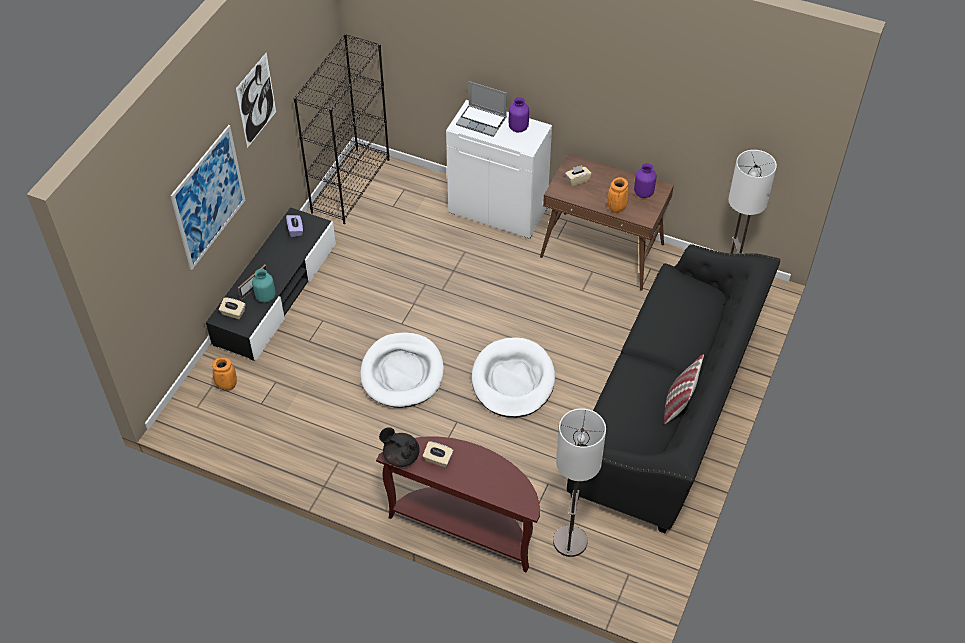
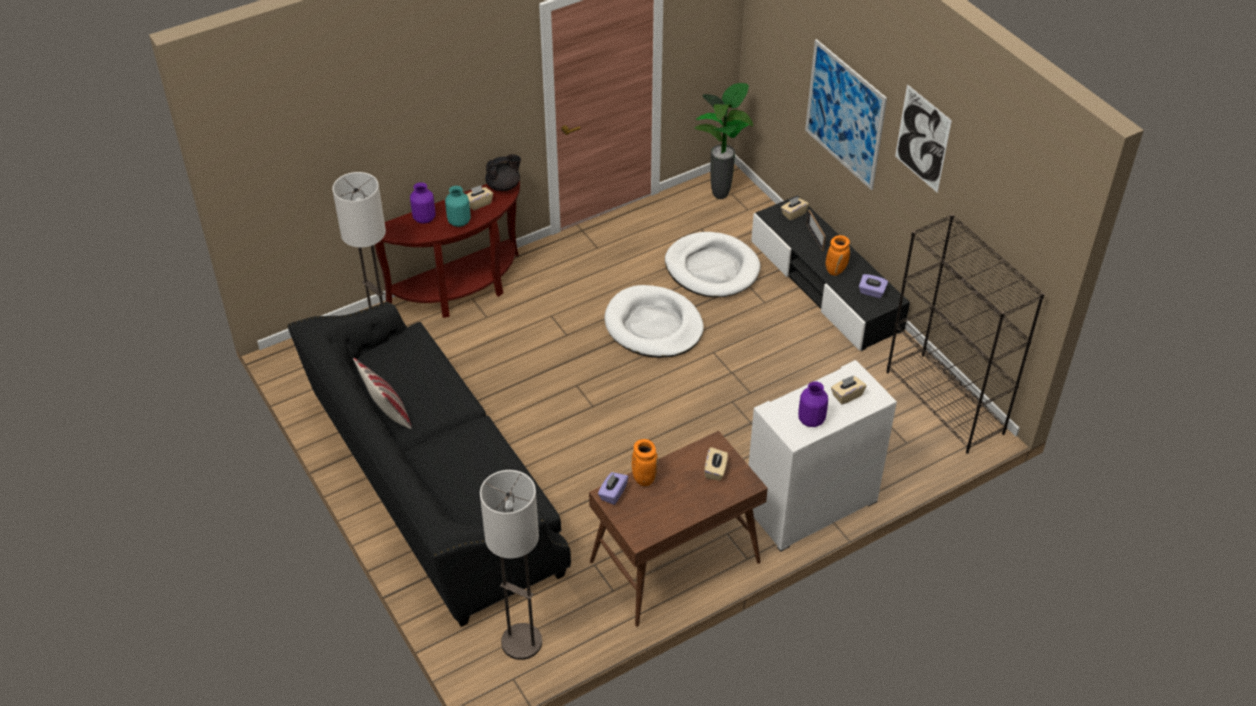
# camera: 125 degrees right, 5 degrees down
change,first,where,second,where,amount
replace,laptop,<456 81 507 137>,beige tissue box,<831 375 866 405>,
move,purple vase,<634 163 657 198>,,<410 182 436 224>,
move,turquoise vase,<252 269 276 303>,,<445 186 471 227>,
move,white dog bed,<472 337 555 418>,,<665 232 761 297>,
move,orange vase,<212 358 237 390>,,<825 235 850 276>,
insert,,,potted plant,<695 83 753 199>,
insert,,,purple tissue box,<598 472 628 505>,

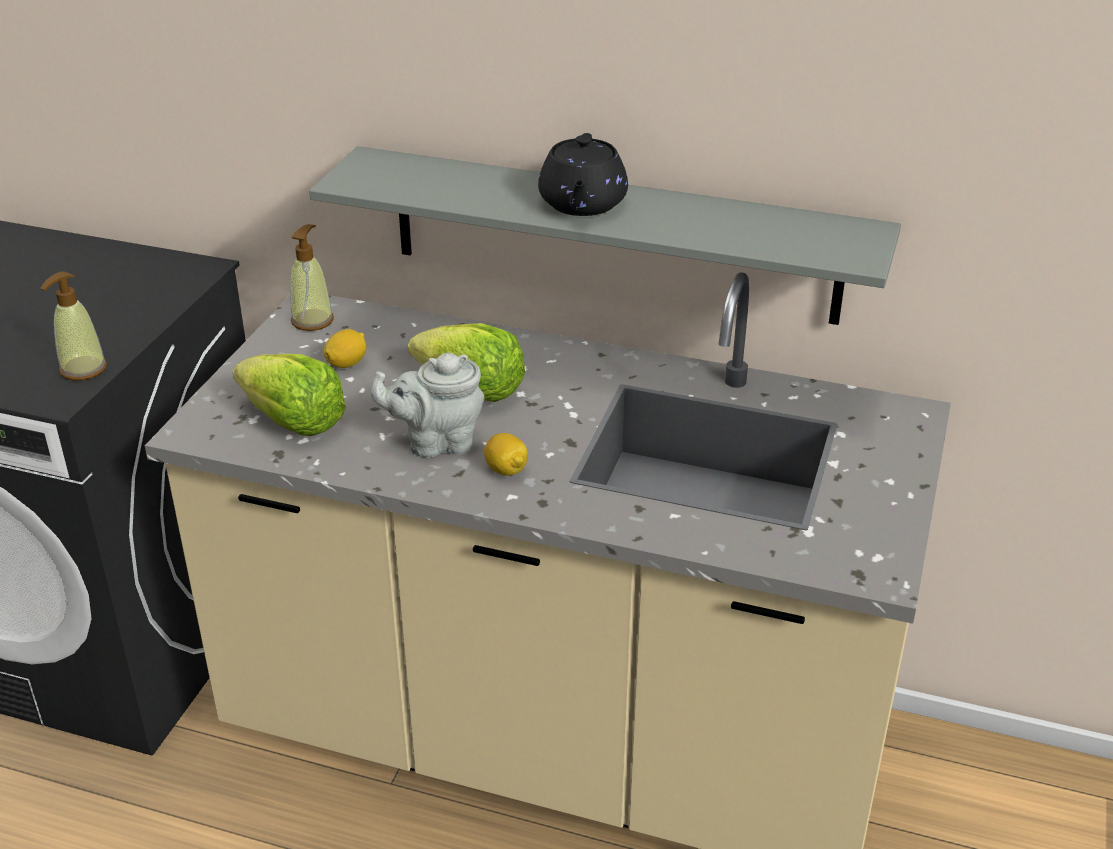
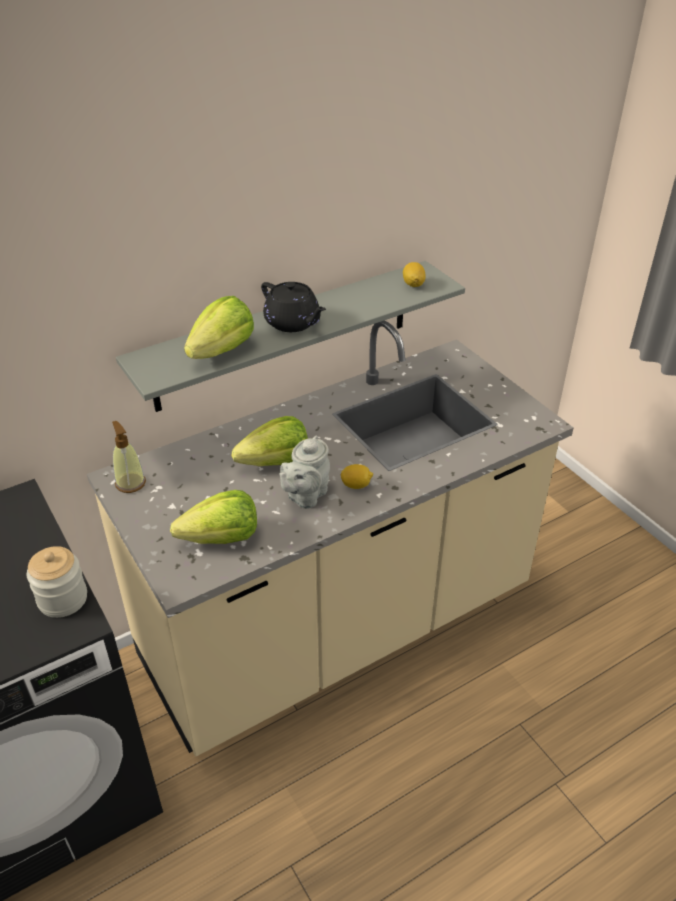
# camera: 50 degrees left, 5 degrees up
change,first,where,second,where,amount
replace,soap dispenser,<40 271 107 381>,jar,<27 546 87 618>,
move,lemon,<324 329 367 368>,,<403 262 426 287>,
insert,,,lettuce,<184 296 254 359>,

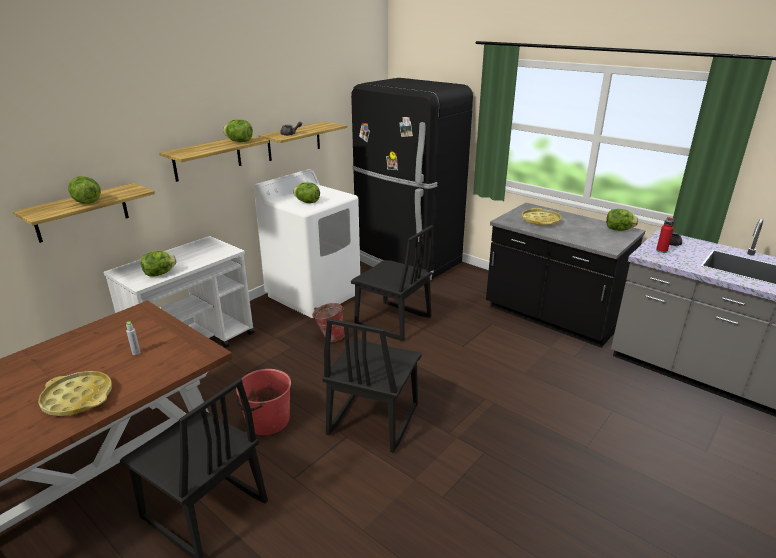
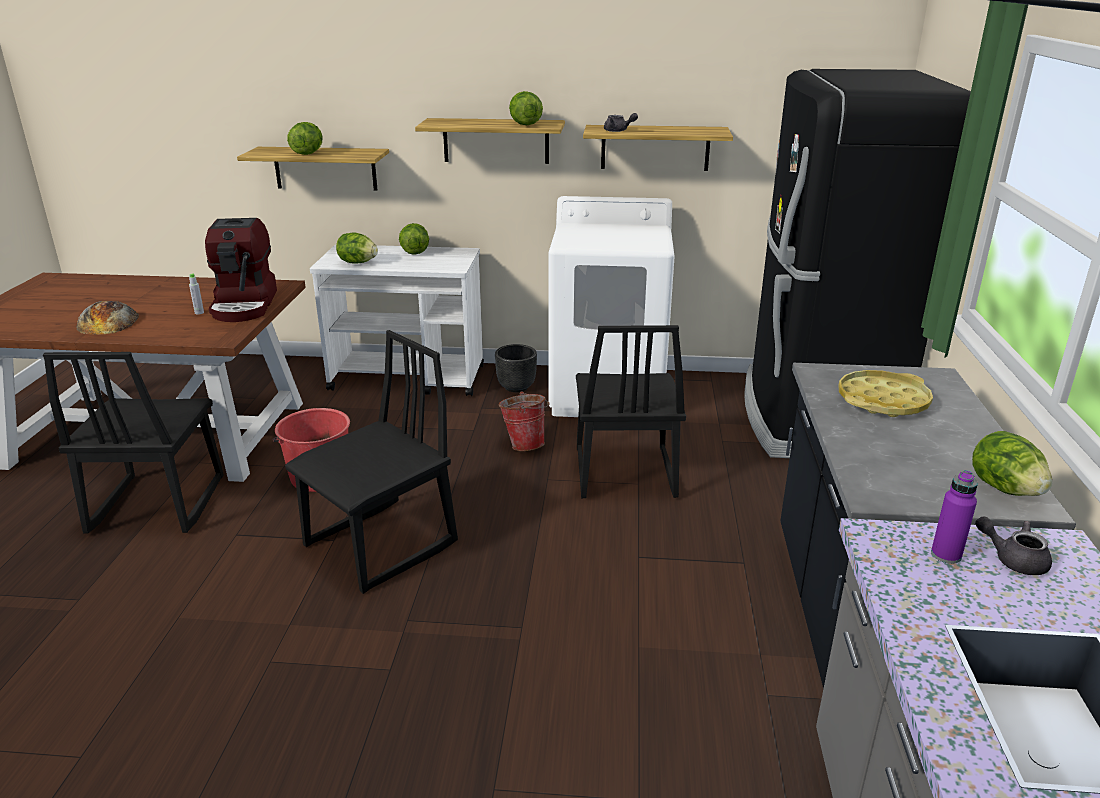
# camera: 55 degrees right, 0 degrees up
change,first,where,second,where,amount
move,lettuce,<293 182 320 203>,,<399 223 429 255>,
recolor,red bottle,<656 217 674 253>,purple bottle,<931 470 978 564>,
rotate,black chair,<322 318 422 453>,,<285 330 458 594>,150 degrees clockwise
replace,yellow tray,<38 371 112 416>,bread,<76 301 139 335>,
insert,,,coffee machine,<205 218 277 322>,
insert,,,black planter,<495 344 537 392>,

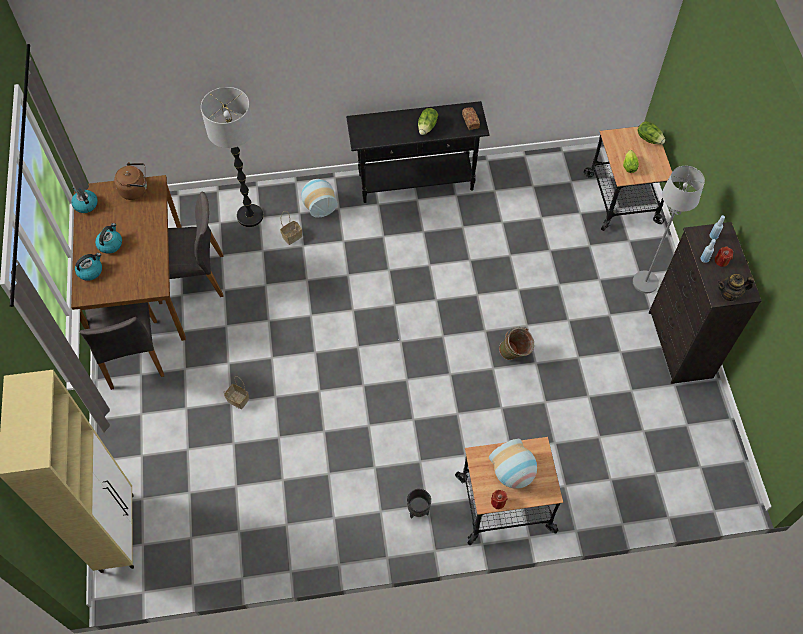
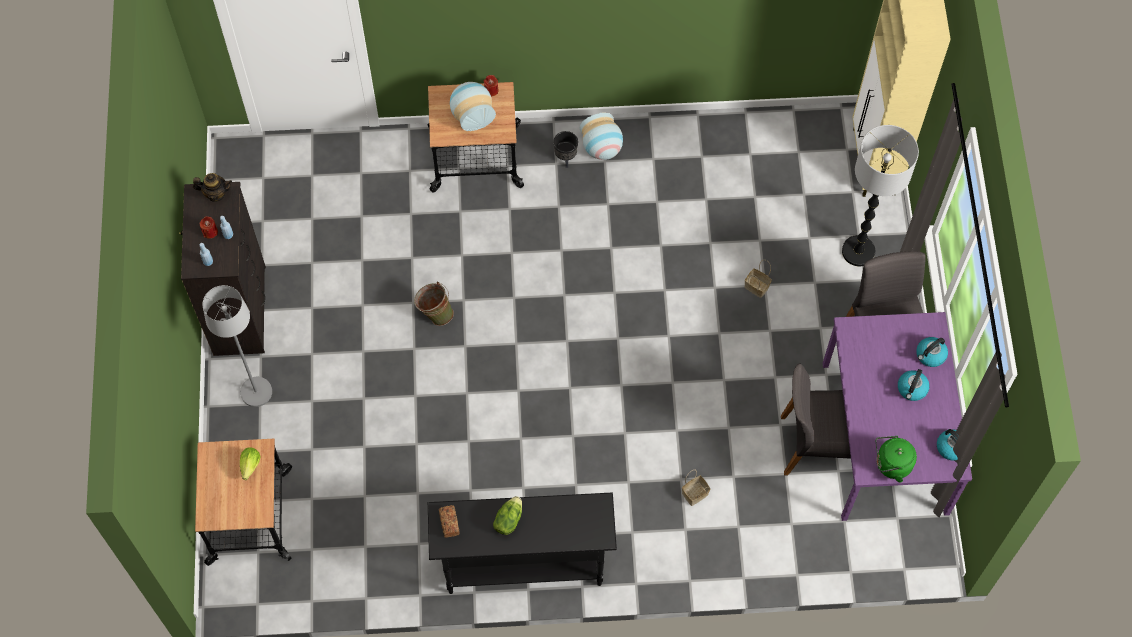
# camera: 175 degrees left, 5 degrees up
change,first,where,second,where,amount
move,floor lamp,<201 87 263 227>,,<842 125 919 266>,
delete,lettuce,<637 121 665 145>,,,
recolor,brown kettle,<114 162 147 200>,green kettle,<876 436 917 482>,
recolor,brown dining table,<71 175 186 341>,purple dining table,<823 312 972 521>,
move,vase,<301 179 338 218>,,<580 113 623 160>,

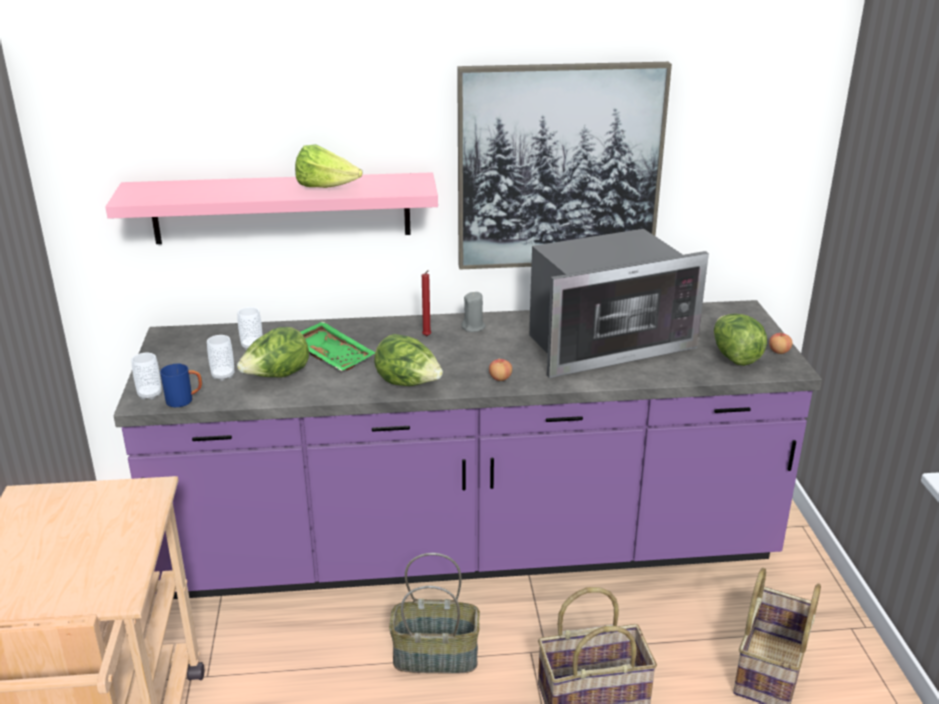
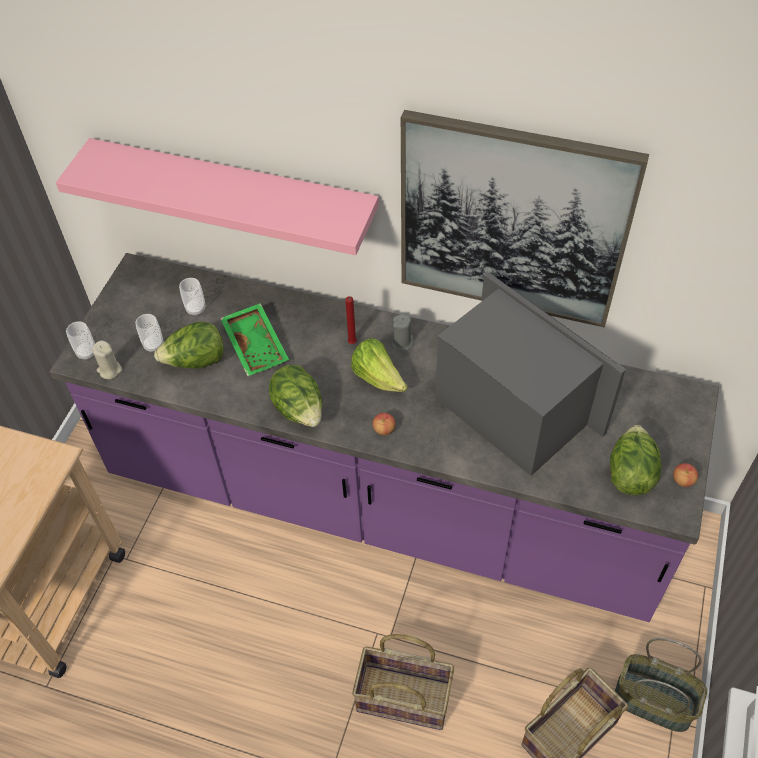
# camera: 25 degrees right, 25 degrees up
change,first,where,second,where,amount
move,lettuce,<295 144 362 188>,,<351 338 408 392>,
rotate,microwave,<529 229 709 378>,,<435 272 626 476>,135 degrees counterclockwise
replace,blue mug,<160 364 202 407>,beige candle,<92 340 122 379>,
move,basket,<389 553 480 674>,,<615 638 707 732>,

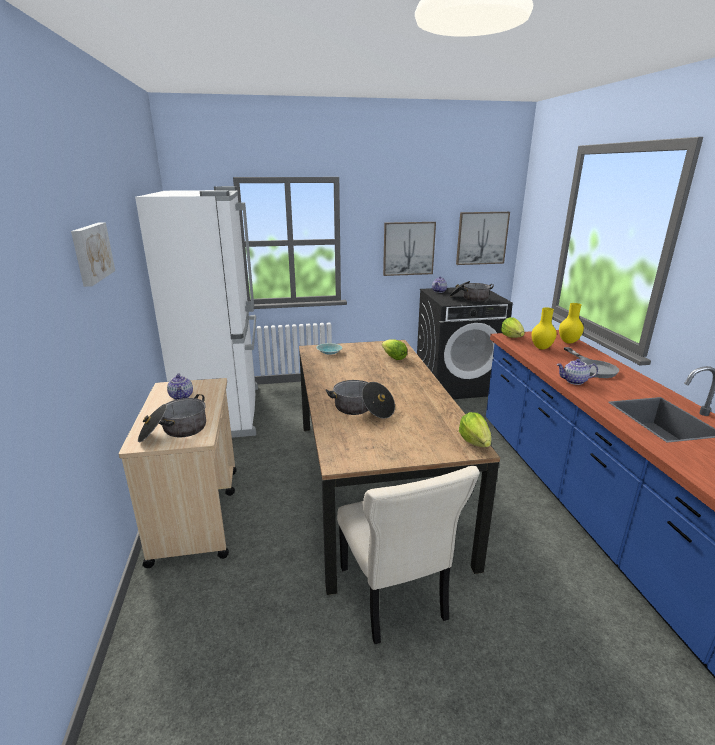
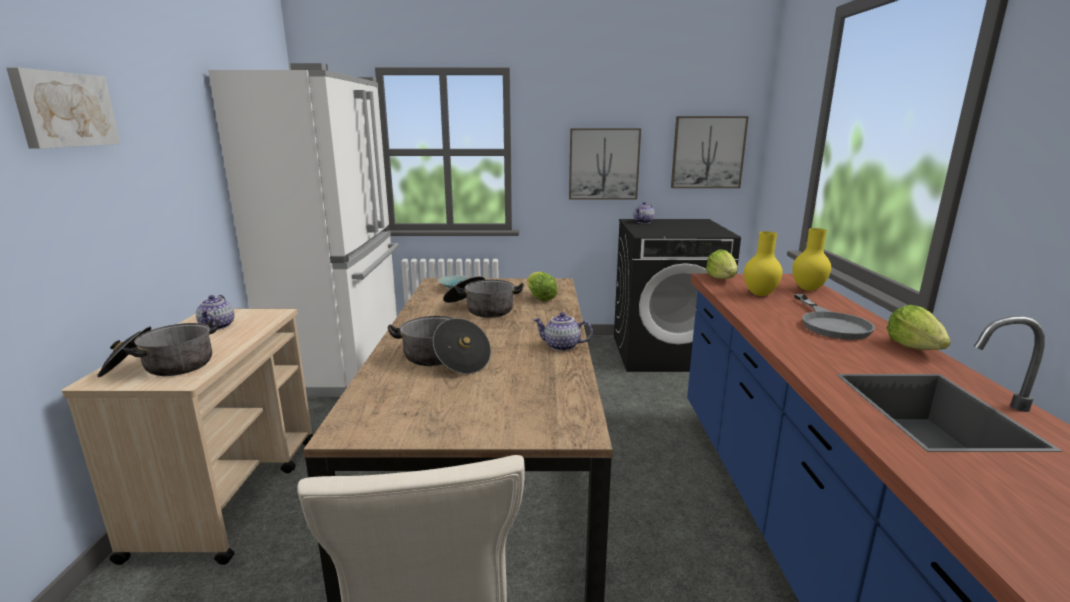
# camera: 10 degrees right, 5 degrees down
change,first,where,second,where,amount
move,cooking pot,<449 281 494 302>,,<443 276 524 318>,
move,teapot,<556 359 598 385>,,<533 312 593 351>,
move,lettuce,<459 412 491 447>,,<887 305 951 350>,

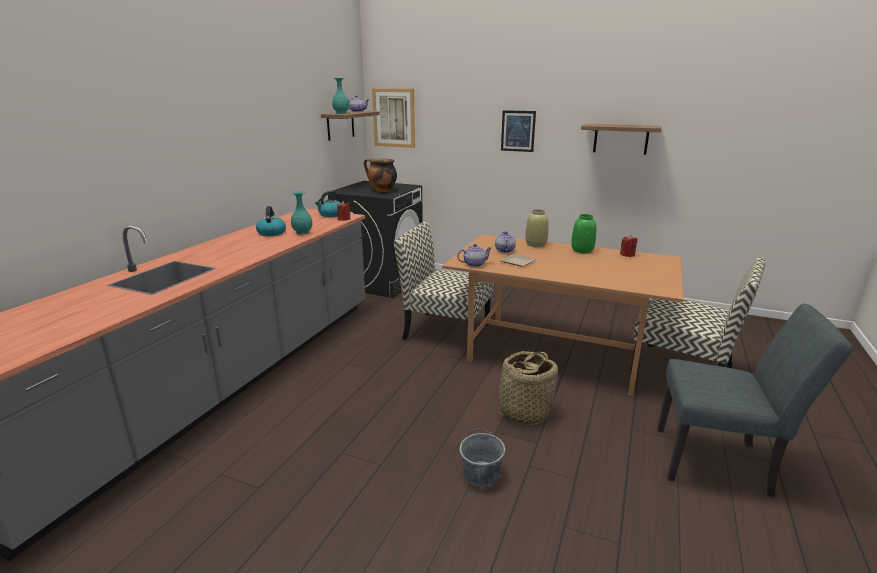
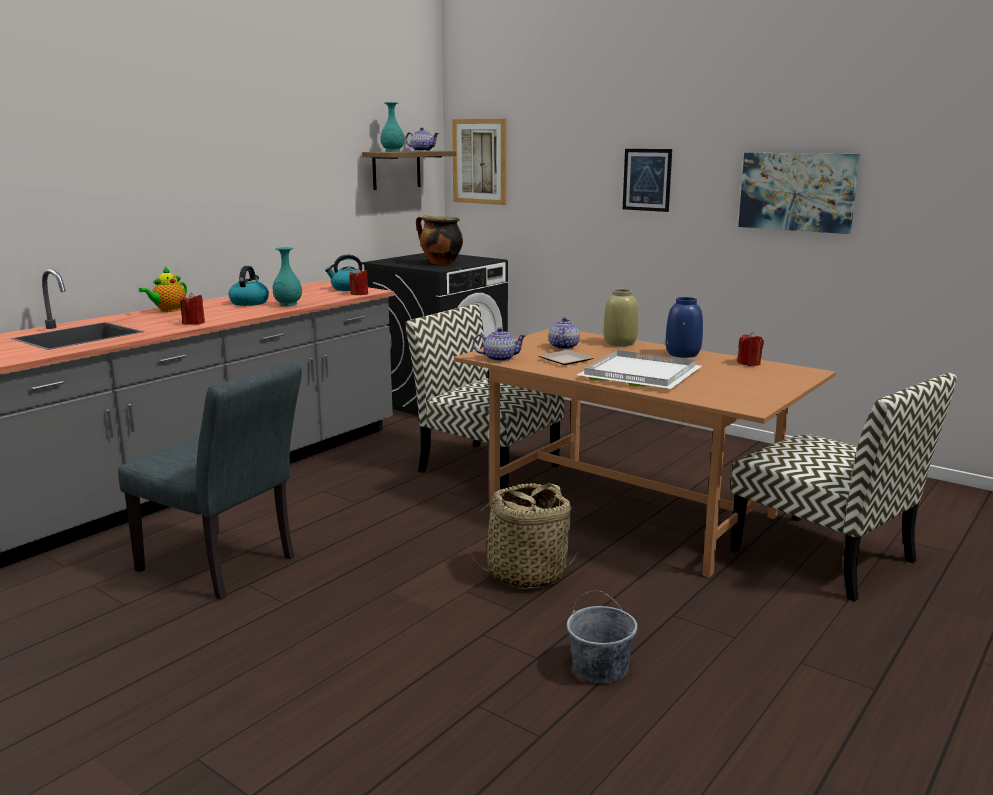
# camera: 15 degrees right, 5 degrees down
change,first,where,second,where,amount
replace,shelf,<581 124 662 155>,picture,<738 153 860 234>,
recolor,green vase,<571 214 596 253>,blue vase,<666 297 703 358>,
move,grey chair,<657 304 853 497>,,<118 362 302 599>,
move,grey bucket,<460 428 505 487>,,<567 591 637 683>,
insert,,,teapot,<138 267 187 312>,
insert,,,red candle,<180 292 205 325>,
insert,,,white tray,<577 350 702 389>,

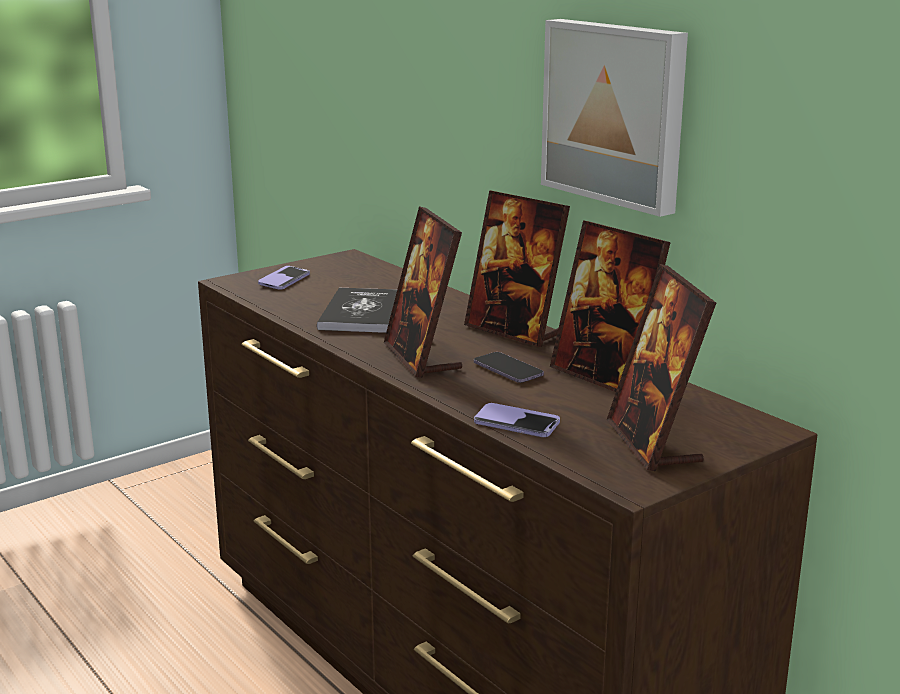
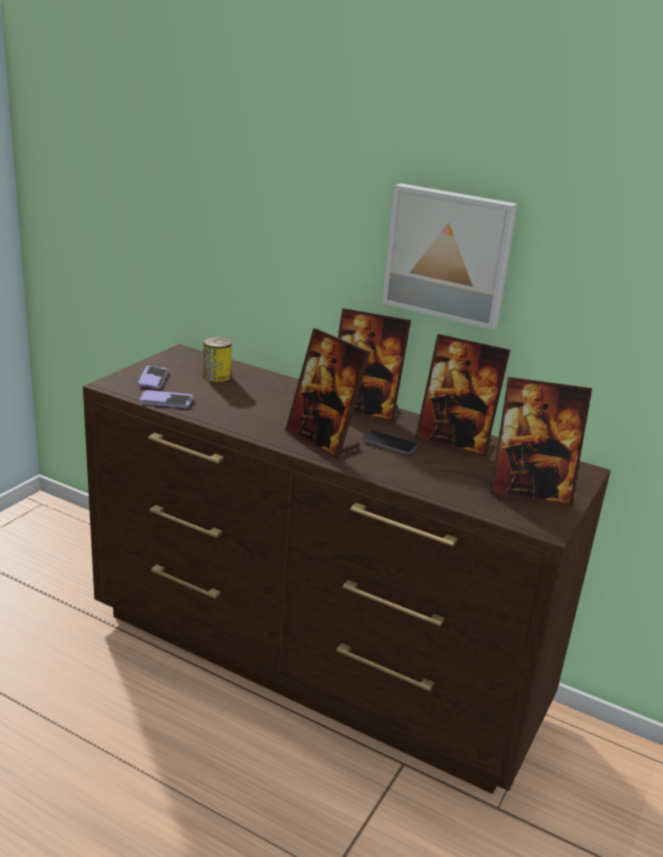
# camera: 25 degrees left, 5 degrees up
change,first,where,second,where,amount
rotate,picture frame,<607 264 716 471>,,<490 377 592 506>,45 degrees counterclockwise
delete,book,<317 288 397 333>,,,
move,phone,<474 403 560 437>,,<140 390 193 408>,
insert,,,can,<203 337 232 382>,

